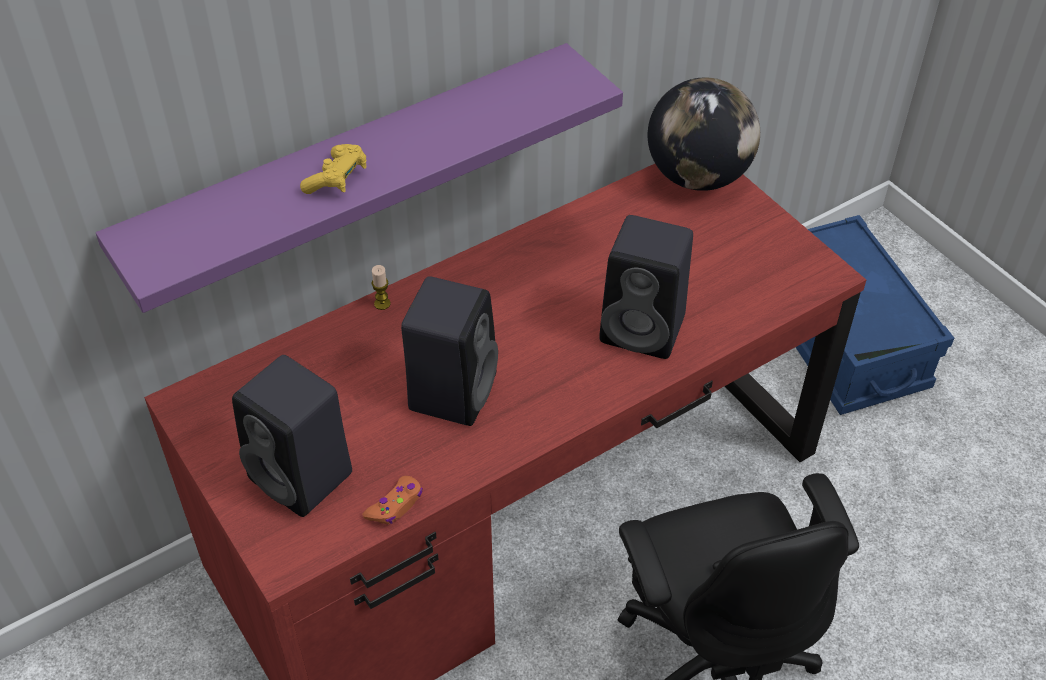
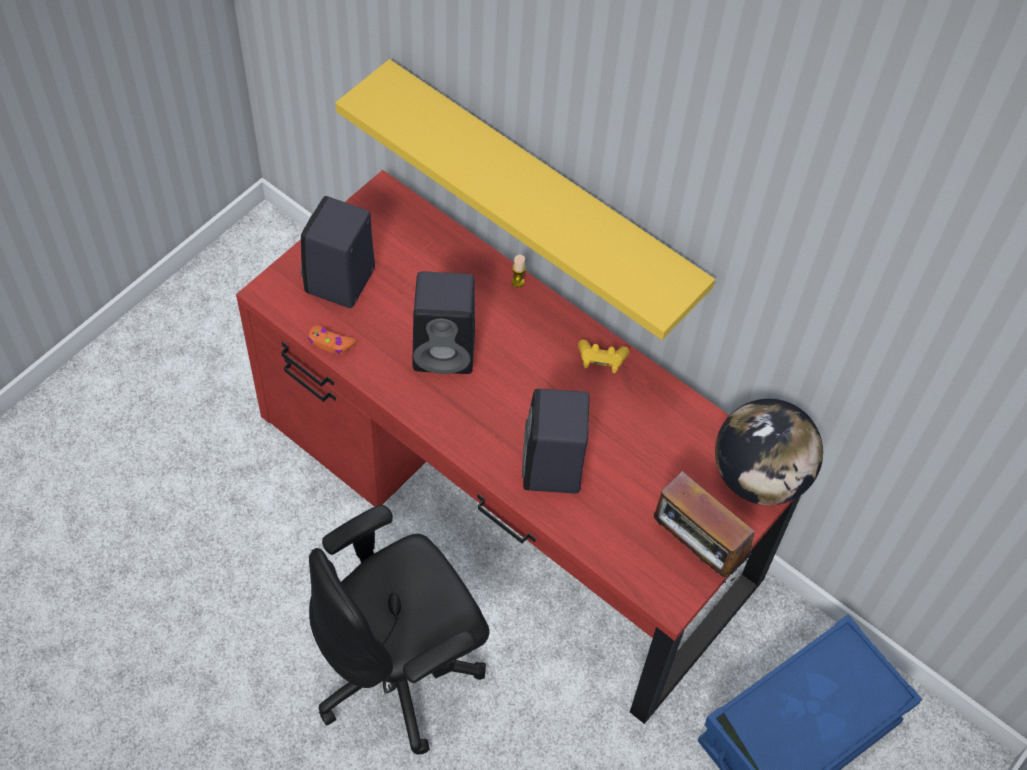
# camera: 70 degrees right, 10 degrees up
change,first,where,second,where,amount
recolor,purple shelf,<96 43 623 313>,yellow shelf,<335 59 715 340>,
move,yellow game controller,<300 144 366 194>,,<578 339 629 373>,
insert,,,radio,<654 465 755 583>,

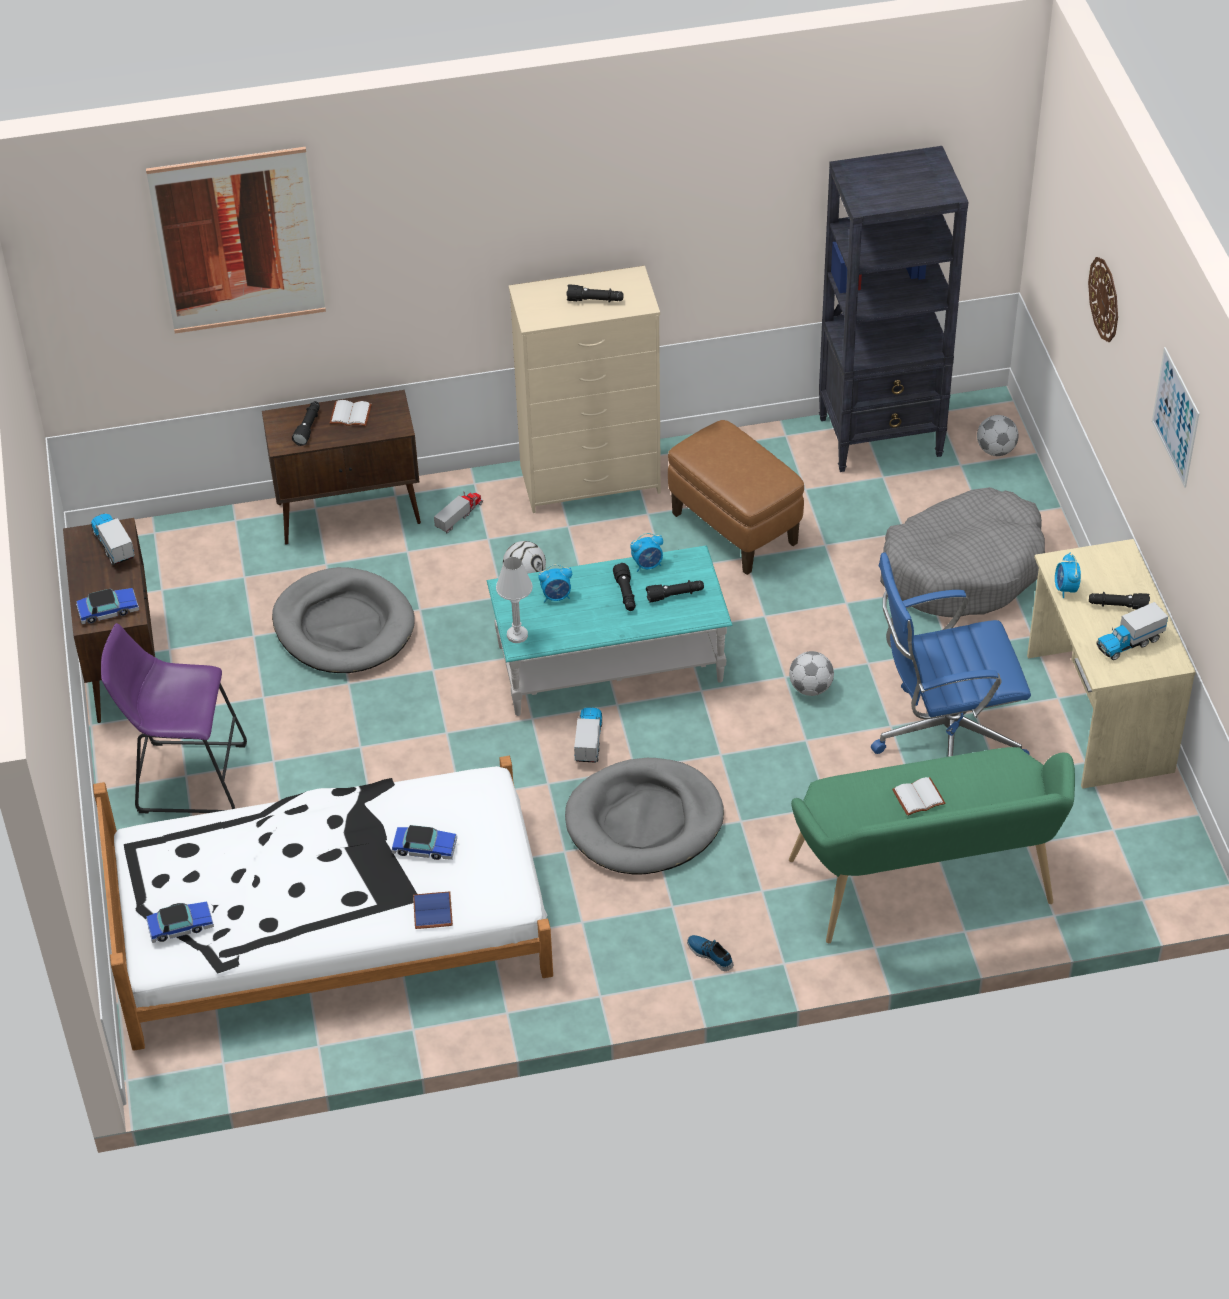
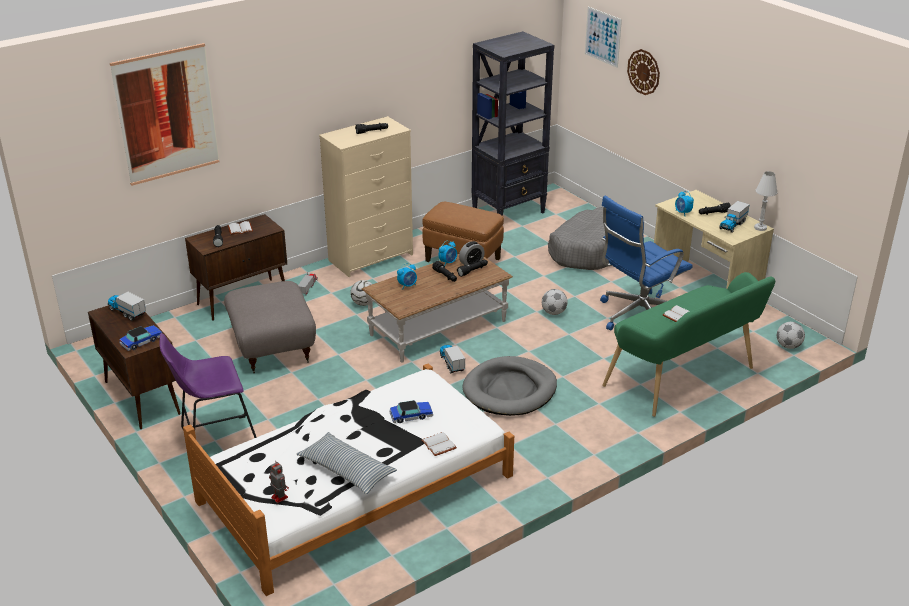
# camera: 25 degrees left, 15 degrees down
change,first,where,second,where,amount
move,picture,<1152 347 1200 488>,,<585 7 622 68>,
move,football,<977 415 1019 456>,,<777 322 805 349>,
recolor,turquoise coffee table,<487 545 733 716>,brown coffee table,<362 254 513 363>,
move,white table lamp,<496 557 533 643>,,<754 171 778 231>,
replace,grey dog bed,<272 567 415 673>,grey ottoman,<224 281 316 373>,
recolor,blue book,<413 892 453 929>,white book,<421 432 457 456>,
replace,toy car,<146 901 214 943>,toy robot,<269 462 289 503>,
delete,shoe,<687 935 733 971>,,,
insert,,,alarm clock,<459 241 485 265>,
insert,,,pillow,<297 432 397 494>,

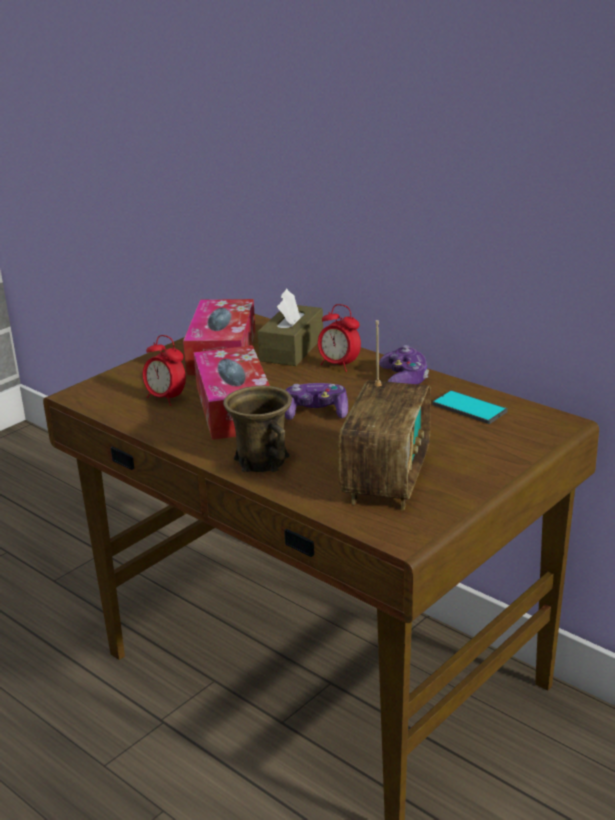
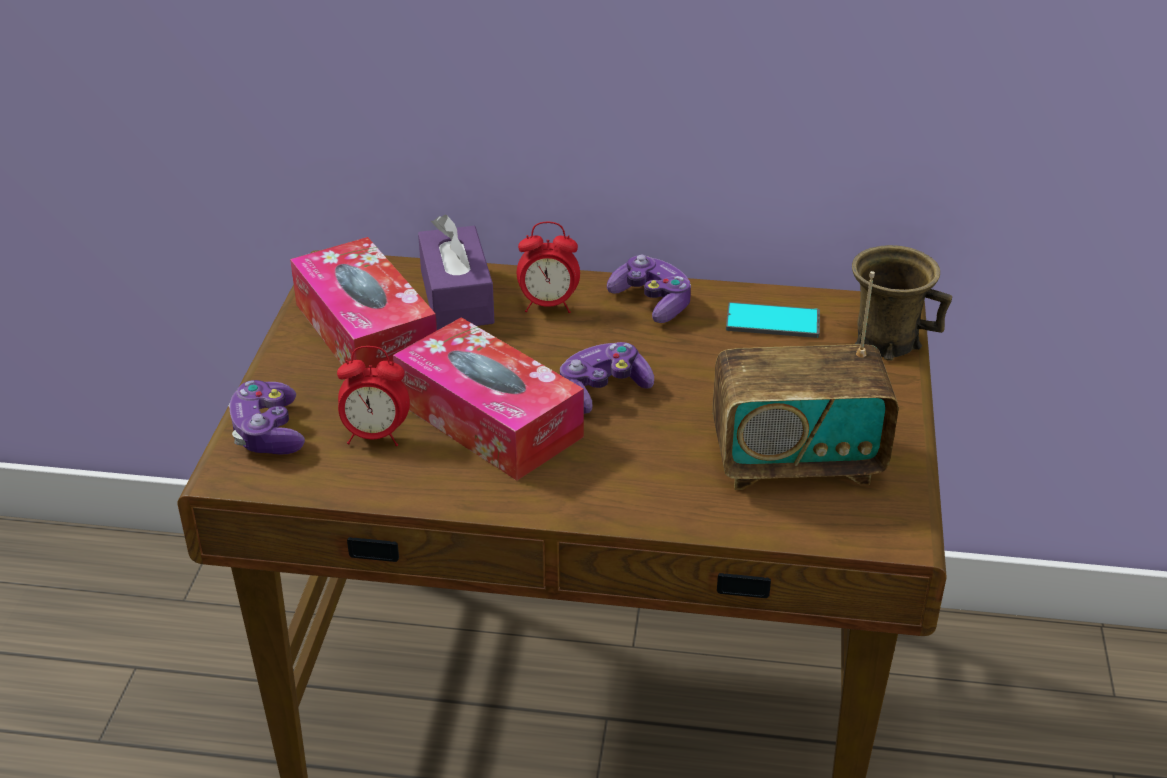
# camera: 35 degrees left, 10 degrees up
change,first,where,second,where,amount
recolor,brown tissue box,<258 289 323 366>,purple tissue box,<418 214 495 330>,
rotate,radio,<338 320 431 511>,,<712 271 898 490>,105 degrees clockwise
move,brown mug,<223 386 292 472>,,<852 245 952 361>,
insert,,,game controller,<229 380 305 455>,

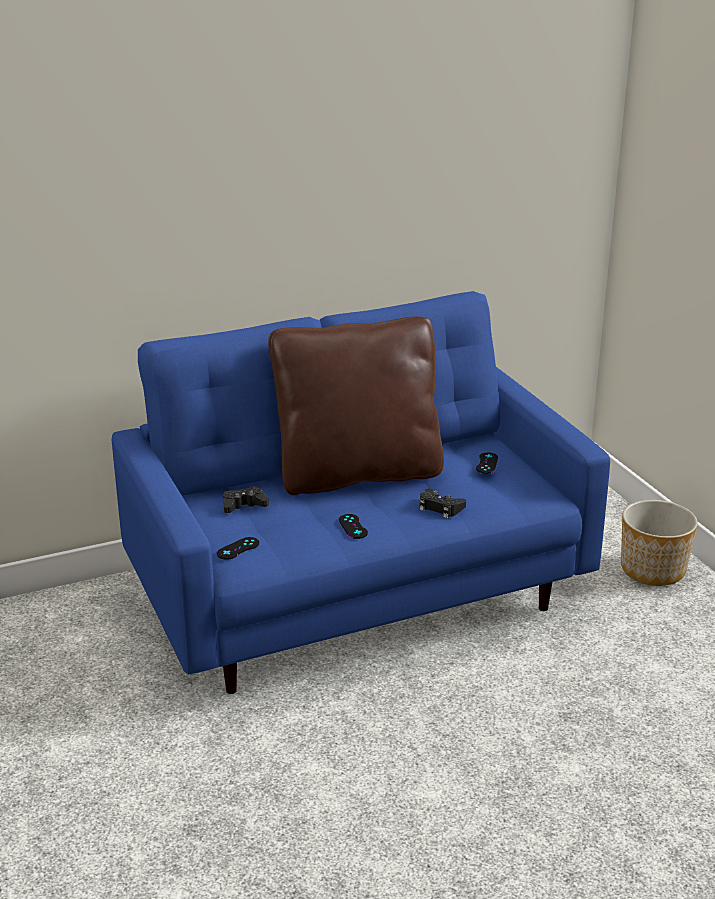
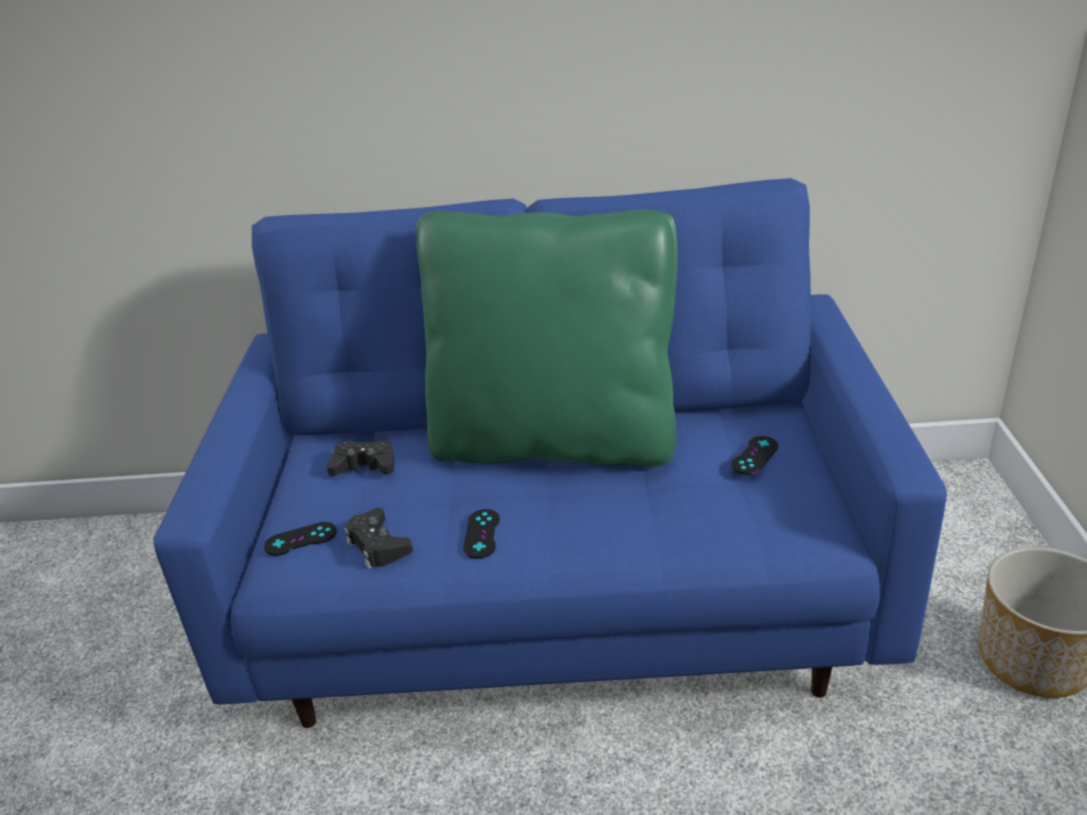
# camera: 25 degrees right, 5 degrees up
change,first,where,second,where,amount
recolor,brown pillow,<268 316 444 495>,green pillow,<416 210 678 467>,
move,black game controller,<420 488 466 518>,,<345 508 413 569>,

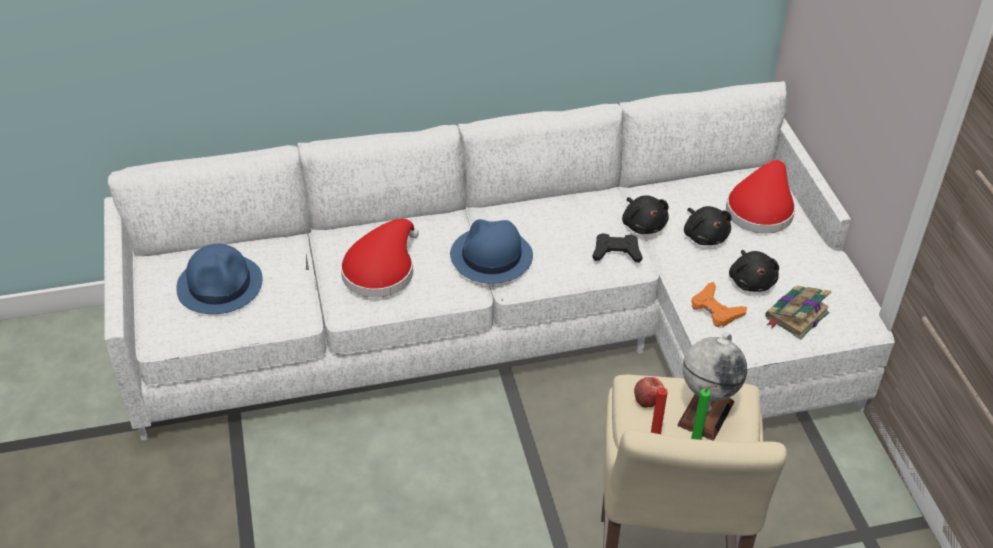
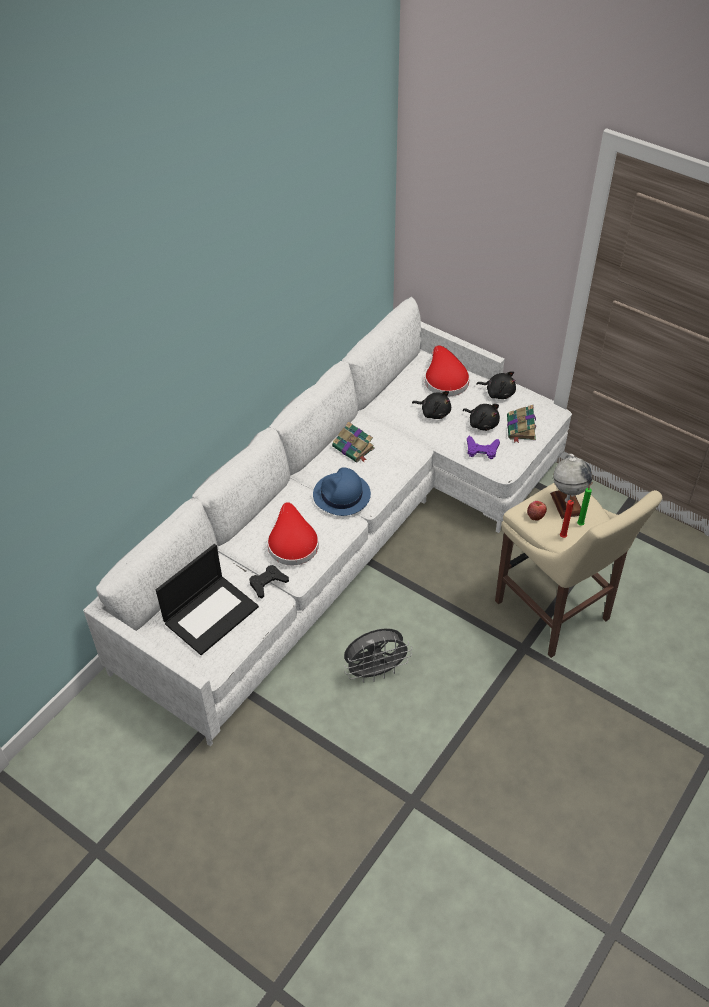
# camera: 40 degrees left, 5 degrees up
change,first,where,second,where,amount
move,black plush toy,<622 195 669 234>,,<476 371 516 399>,
move,black game controller,<592 233 643 263>,,<249 565 289 598>,
replace,blue hat,<176 244 263 314>,laptop,<156 544 259 655>,
recolor,orange game controller,<691 282 747 327>,purple game controller,<467 436 500 459>,
insert,,,book,<332 422 375 462>,
insert,,,grey fan,<344 628 412 683>,

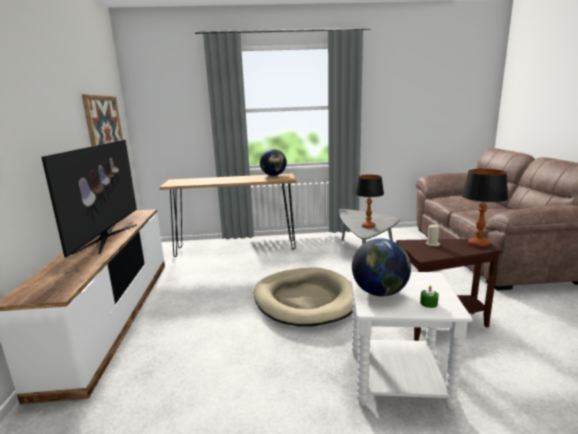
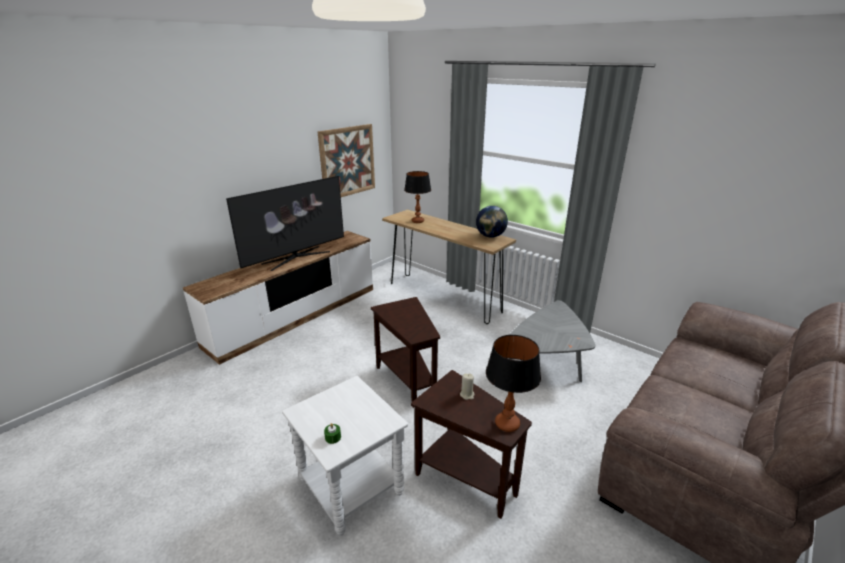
# camera: 45 degrees right, 10 degrees up
change,first,where,second,where,amount
move,table lamp,<355 175 384 228>,,<404 171 431 223>,
delete,globe,<352 238 411 296>,,,
replace,beige dog bed,<254 267 353 326>,brown side table,<371 297 440 408>,

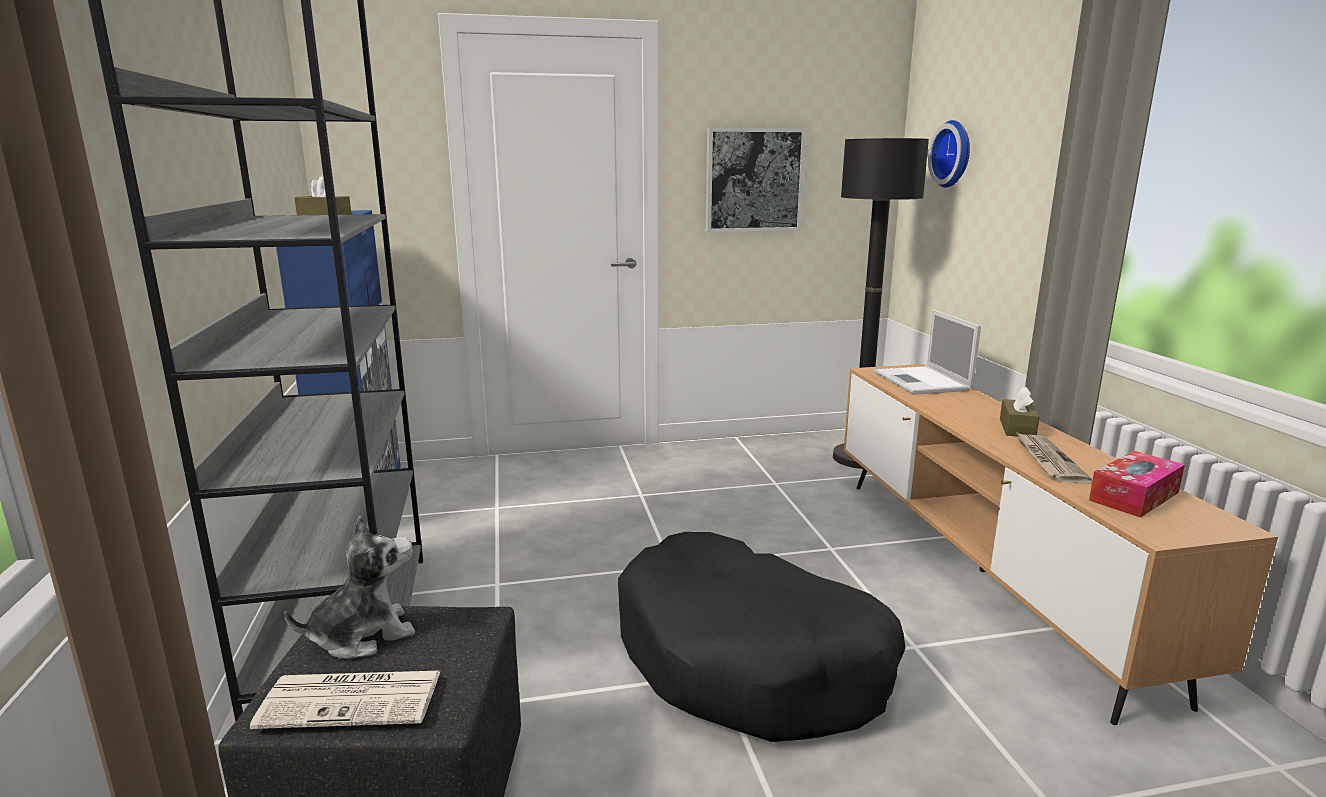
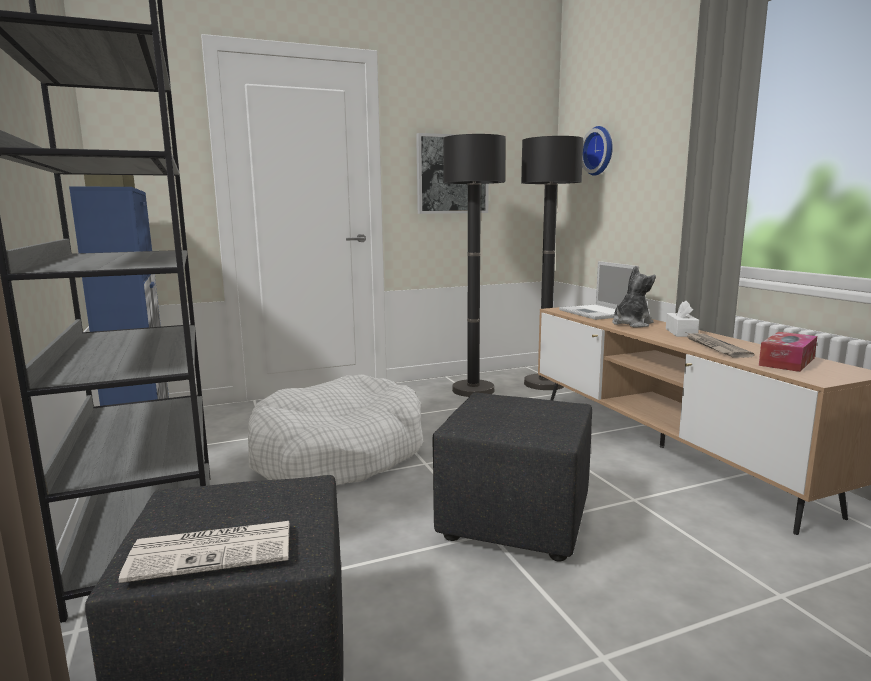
# camera: 10 degrees left, 5 degrees down
change,first,where,second,where,amount
recolor,brown tissue box,<1000 387 1040 437>,white tissue box,<666 300 699 337>,
move,plush toy,<284 515 415 659>,,<612 266 656 327>,
replace,black dog bed,<618 532 906 742>,black ottoman,<433 392 592 561>,
insert,,,black floor lamp,<443 134 506 397>,
insert,,,white dog bed,<248 374 423 485>,

